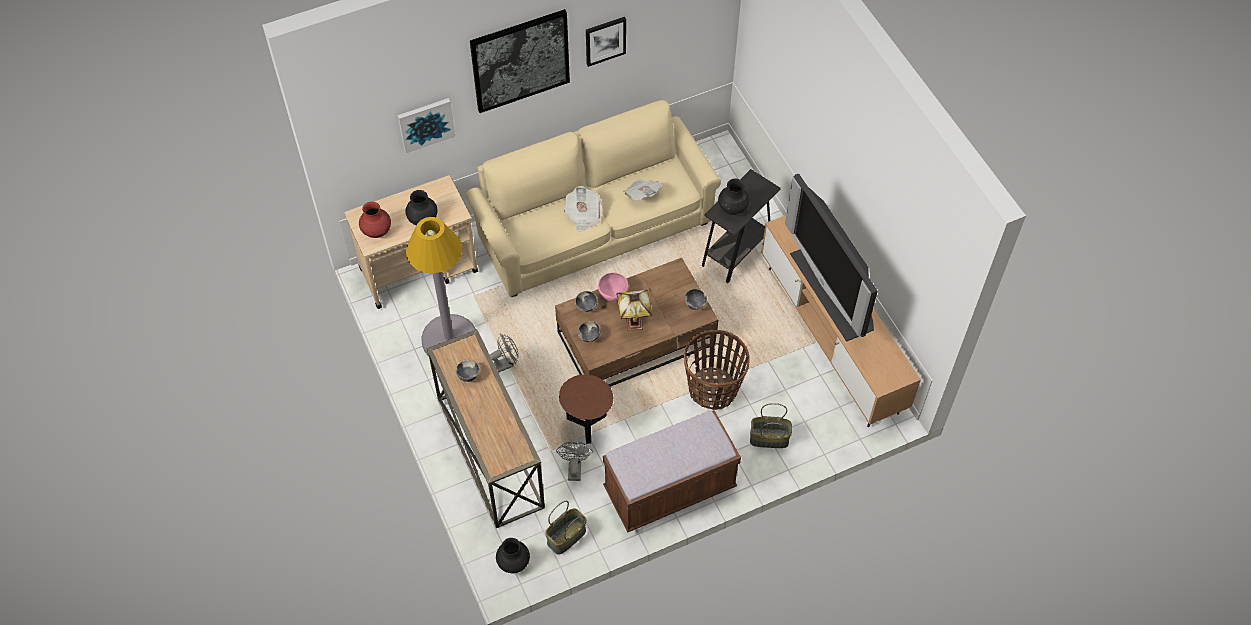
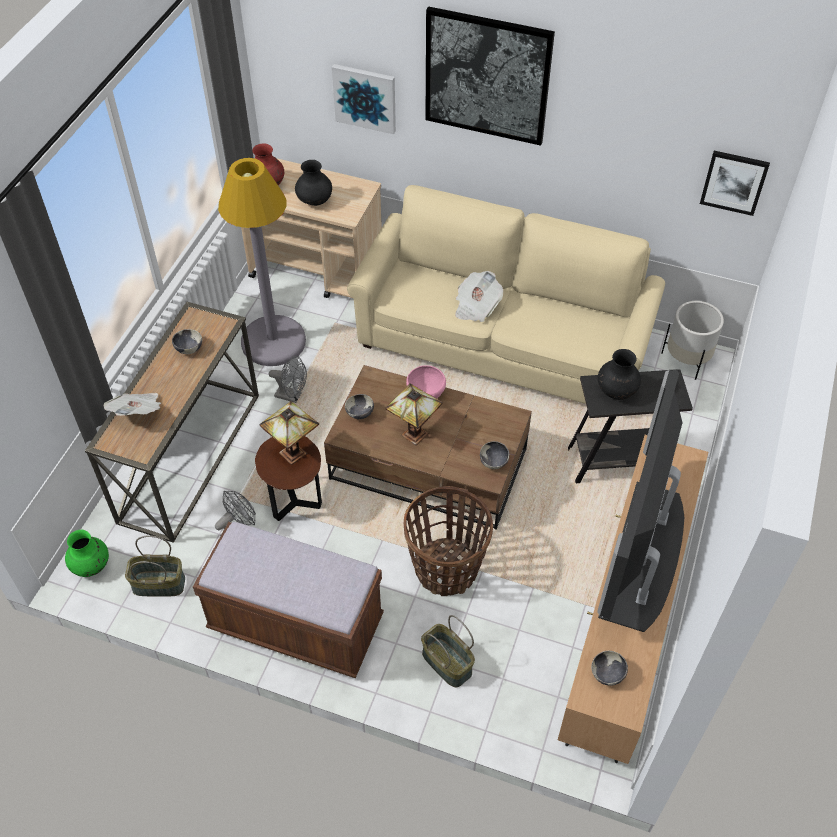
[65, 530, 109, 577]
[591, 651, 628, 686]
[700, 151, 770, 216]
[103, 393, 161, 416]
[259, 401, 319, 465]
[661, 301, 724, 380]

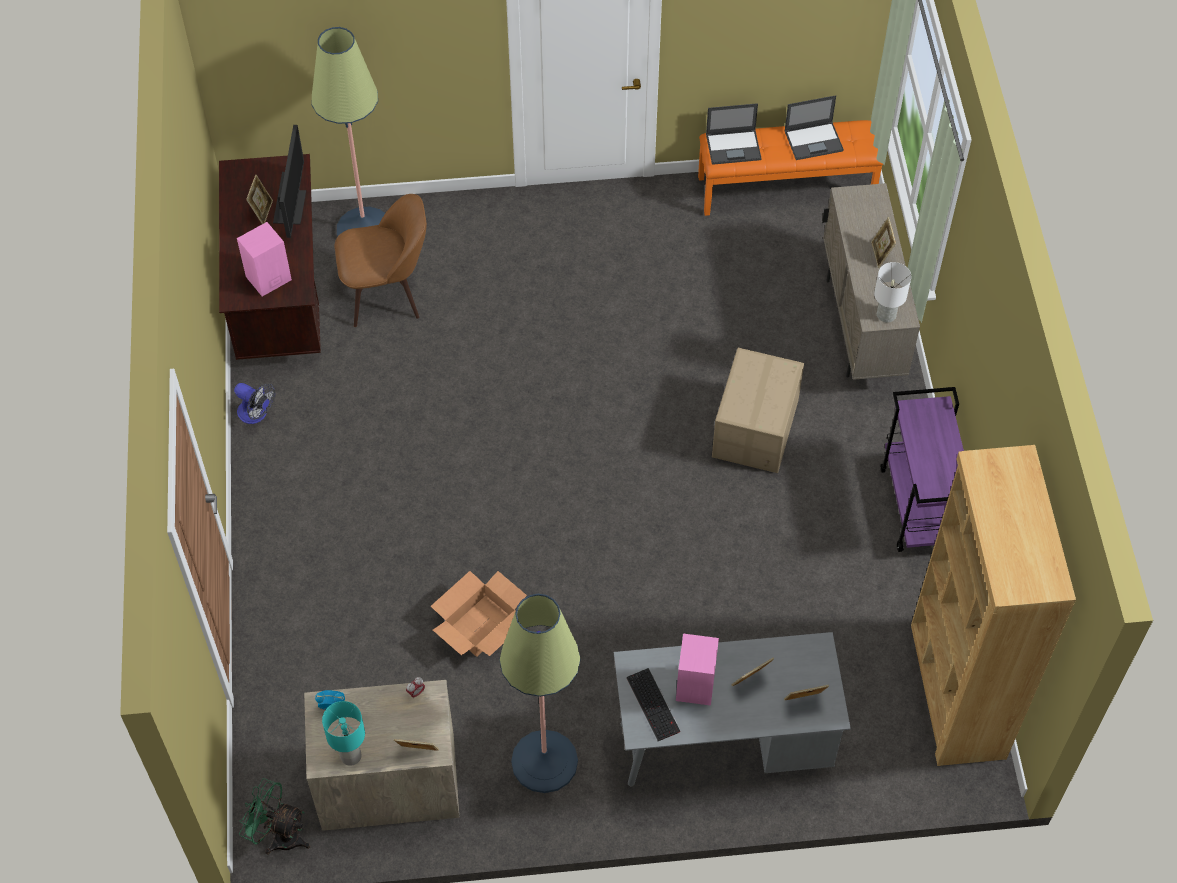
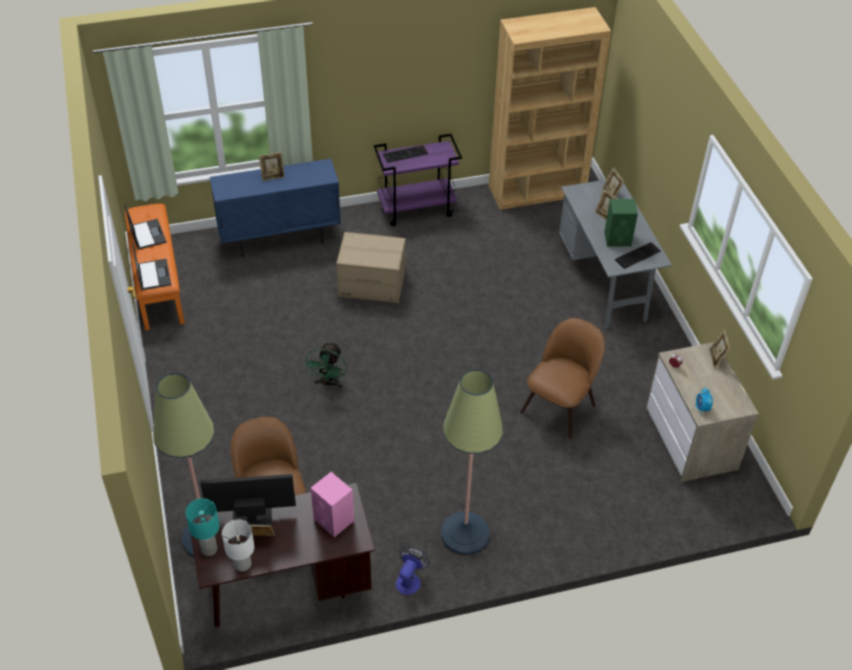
[304, 341, 347, 388]
[185, 498, 220, 556]
[520, 318, 605, 439]
[441, 369, 503, 555]
[604, 199, 638, 247]
[210, 159, 341, 258]
[222, 520, 254, 571]
[383, 145, 428, 163]

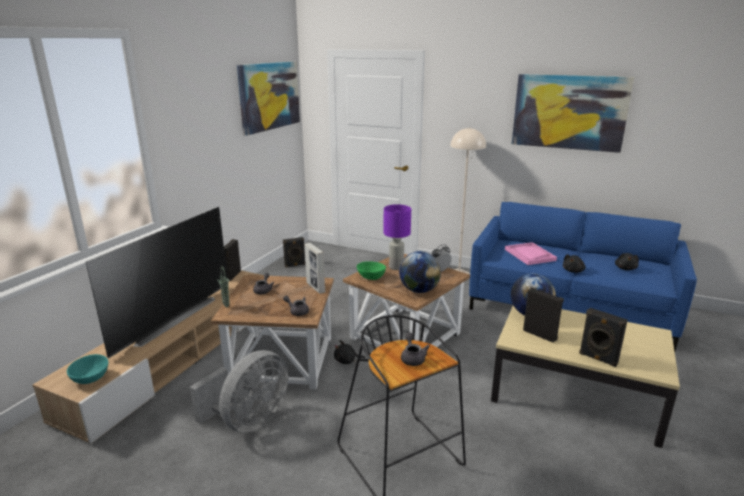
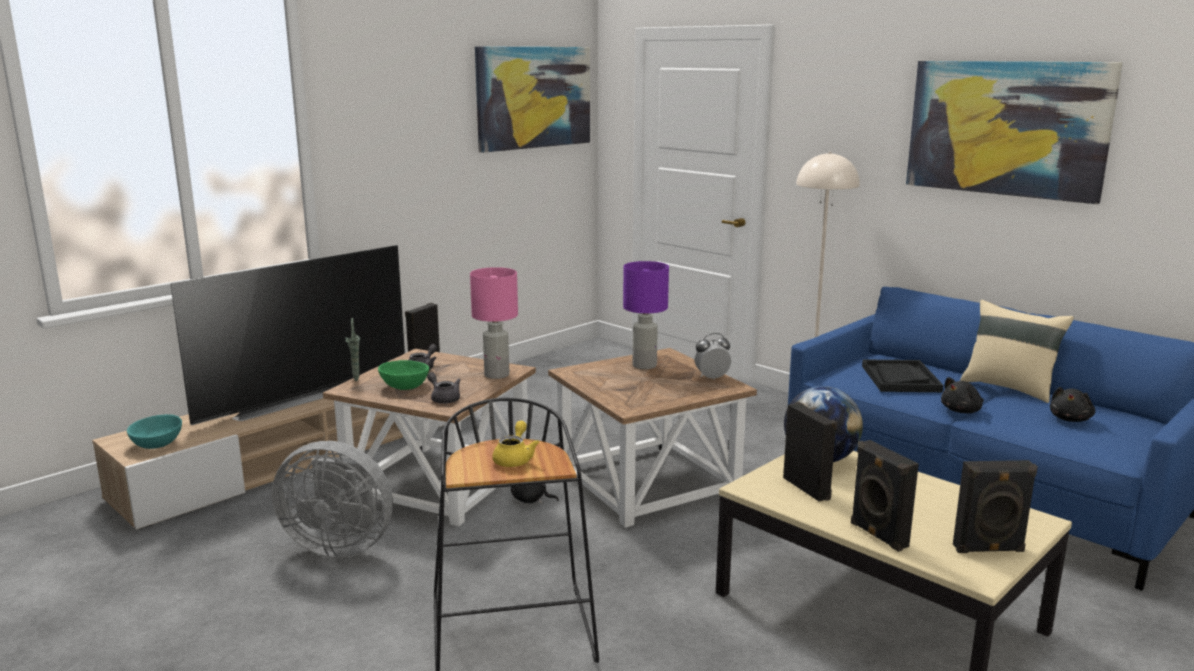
[272, 441, 393, 558]
[953, 460, 1038, 553]
[470, 267, 518, 379]
[378, 360, 429, 390]
[399, 251, 441, 293] (first image)
[492, 421, 539, 467]
[862, 359, 943, 392]
[960, 300, 1074, 403]

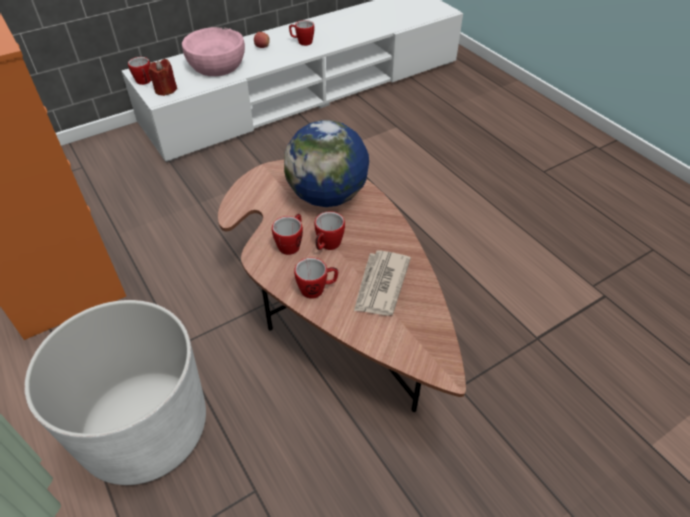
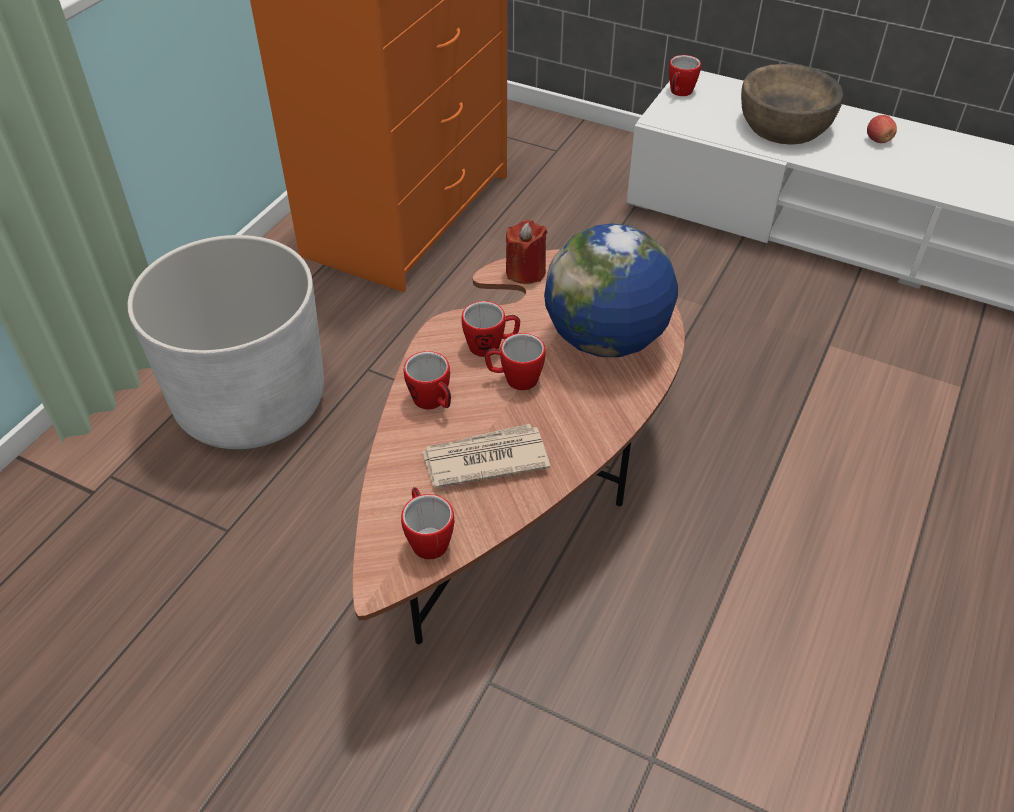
[506, 220, 547, 284]
[741, 64, 843, 145]
[401, 487, 454, 559]

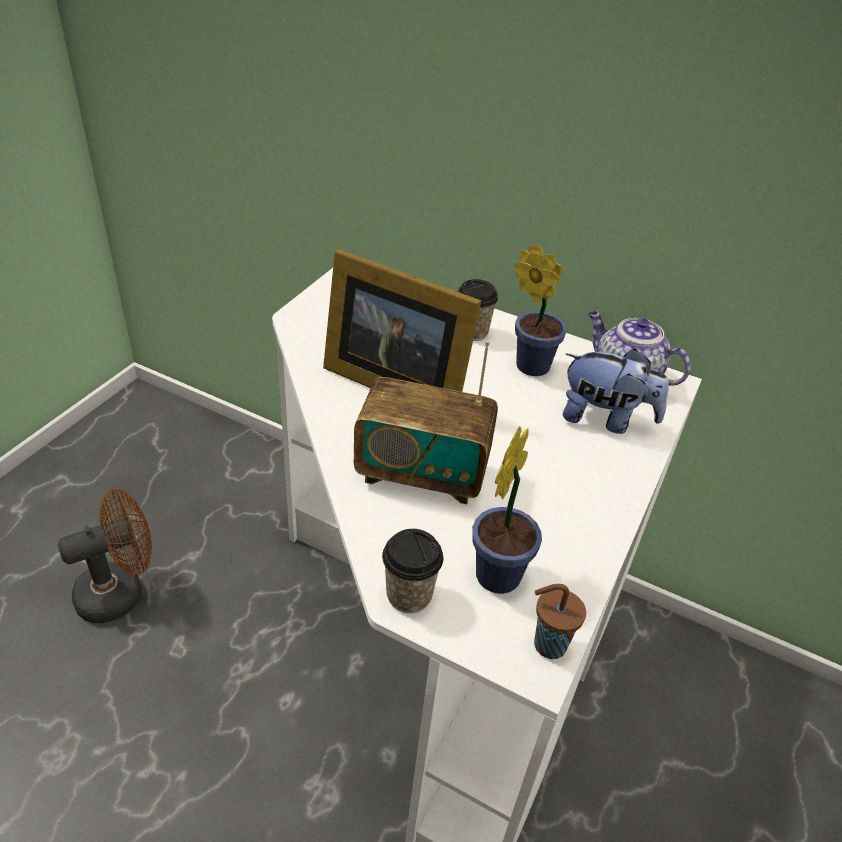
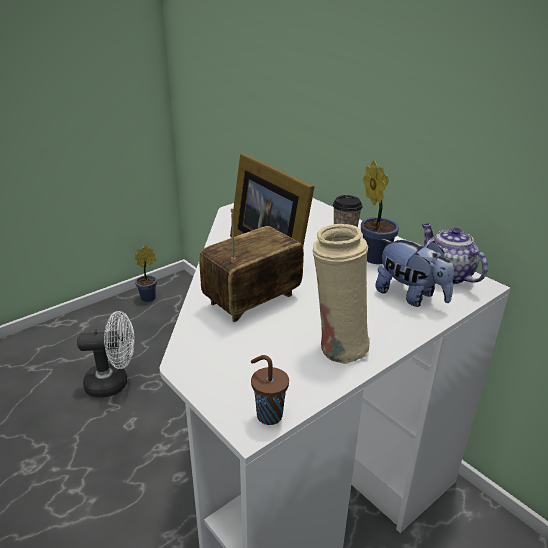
[77, 311, 135, 398]
[199, 208, 304, 322]
[382, 529, 443, 613] (first image)
[134, 245, 157, 302]
[312, 224, 370, 364]

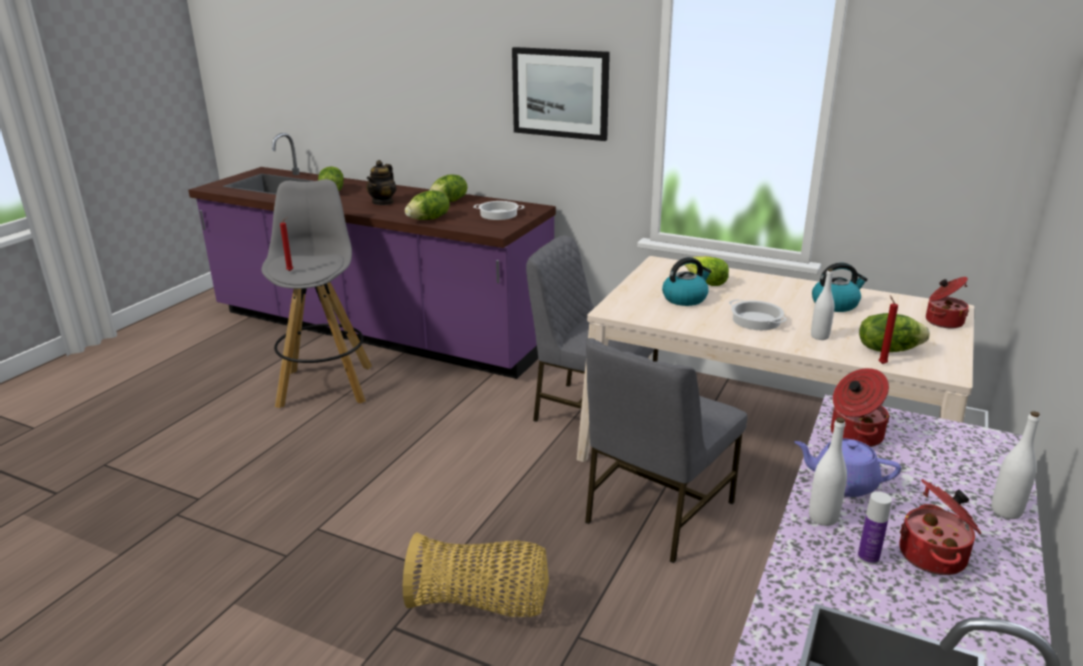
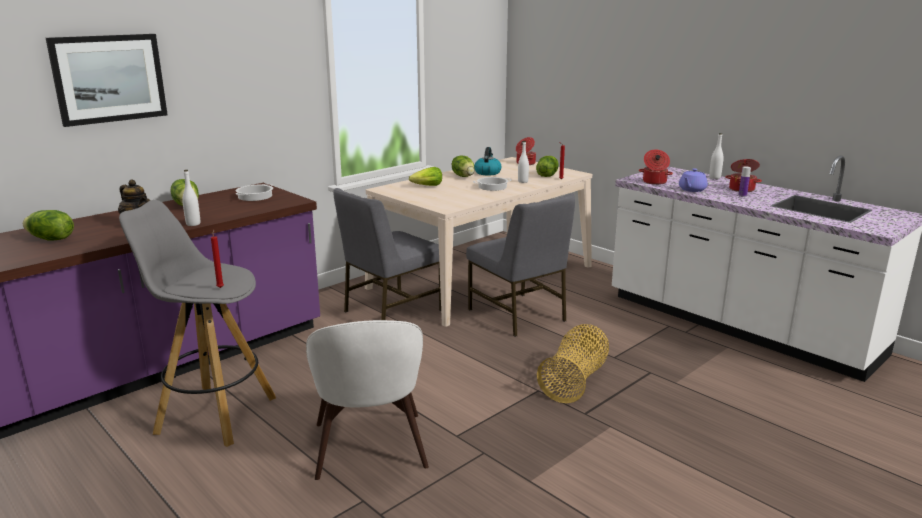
[452, 155, 475, 177]
[46, 34, 168, 127]
[662, 257, 712, 306] (first image)
[182, 170, 200, 226]
[306, 320, 429, 480]

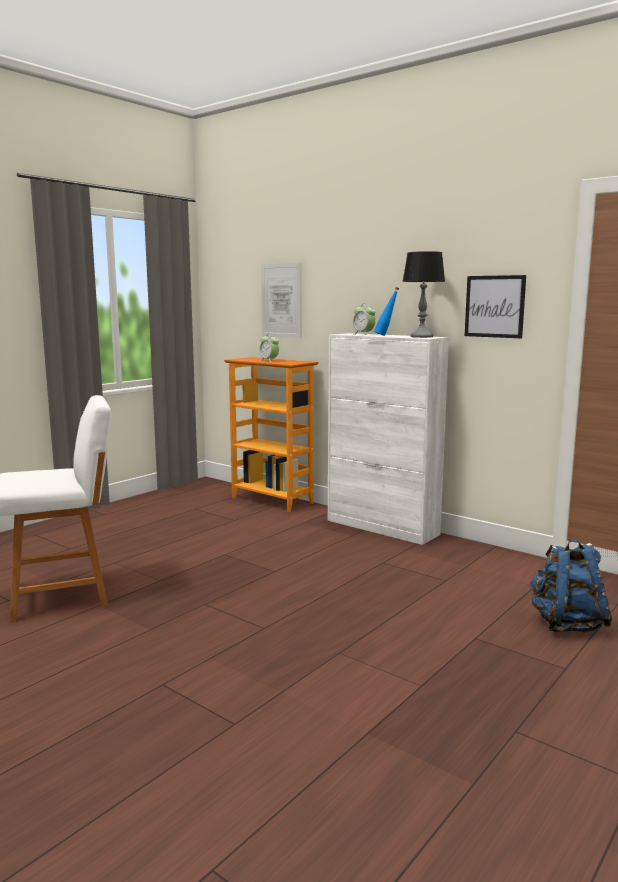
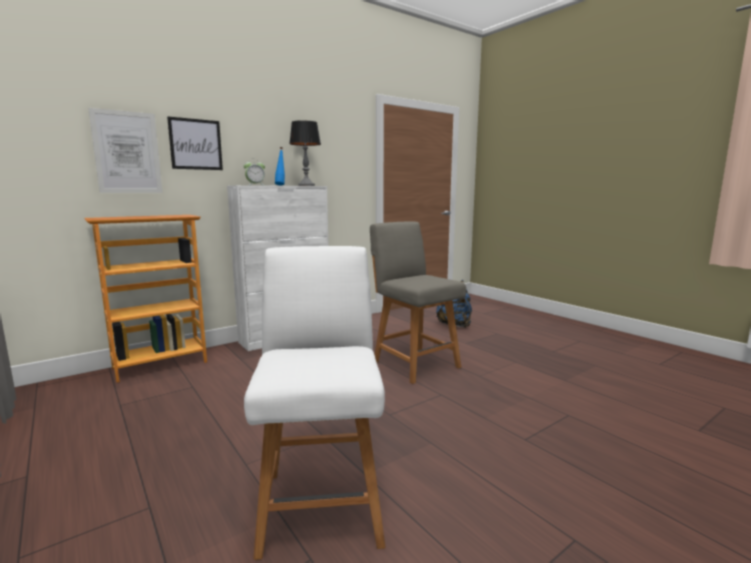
[260, 333, 279, 362] (first image)
[167, 117, 223, 170]
[370, 221, 466, 384]

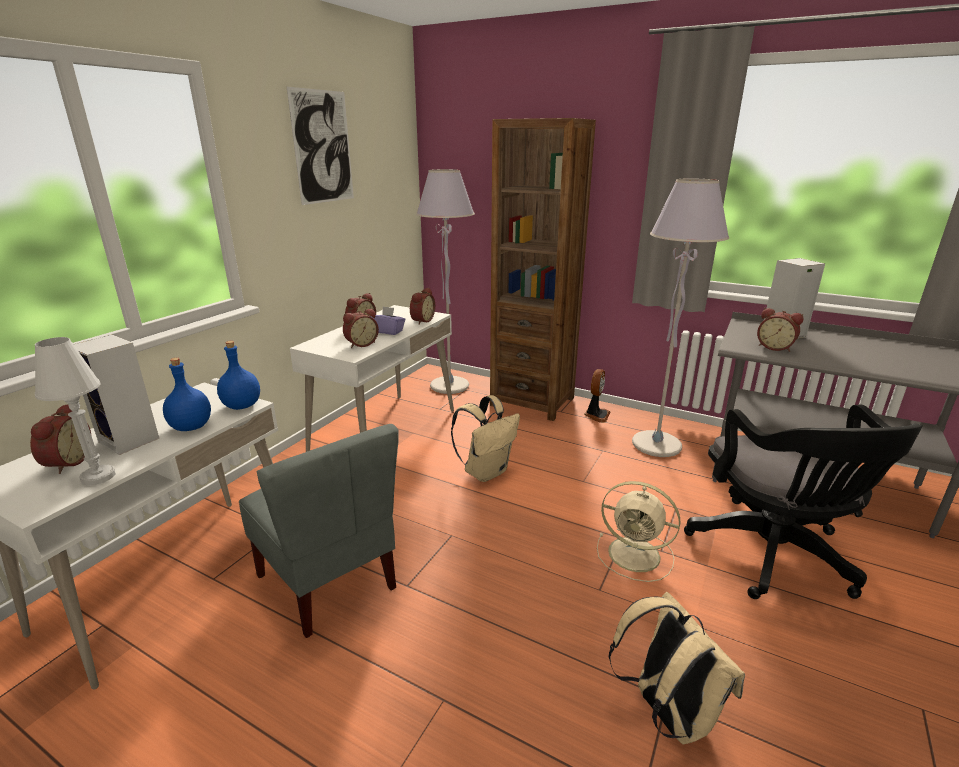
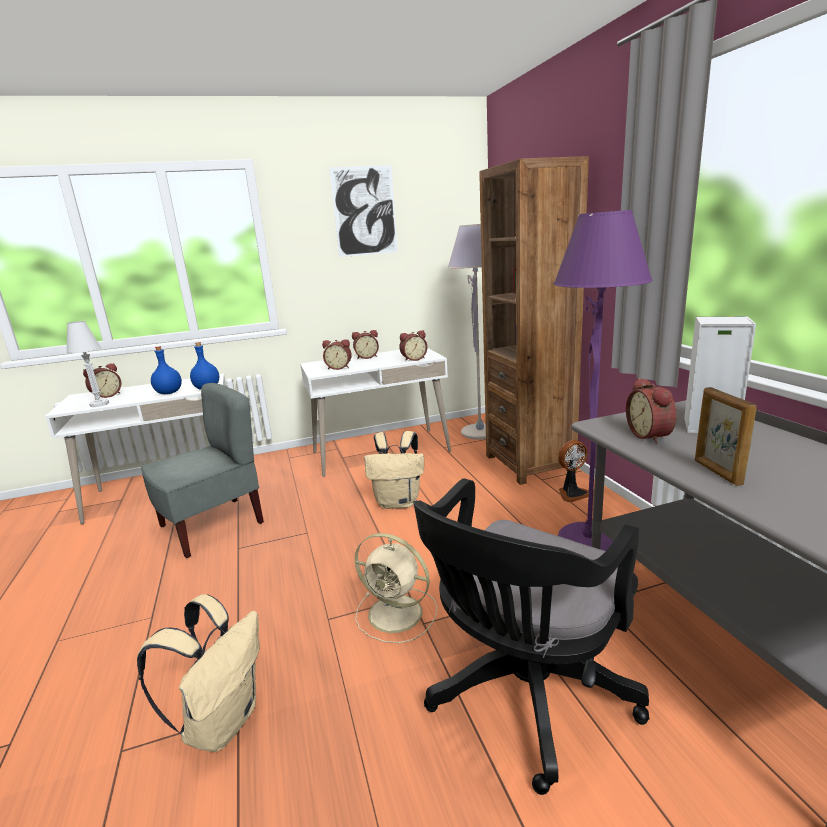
[73, 334, 159, 455] (first image)
[141, 383, 264, 558]
[370, 306, 405, 335] (first image)
[355, 533, 437, 643]
[553, 210, 653, 551]
[695, 387, 757, 486]

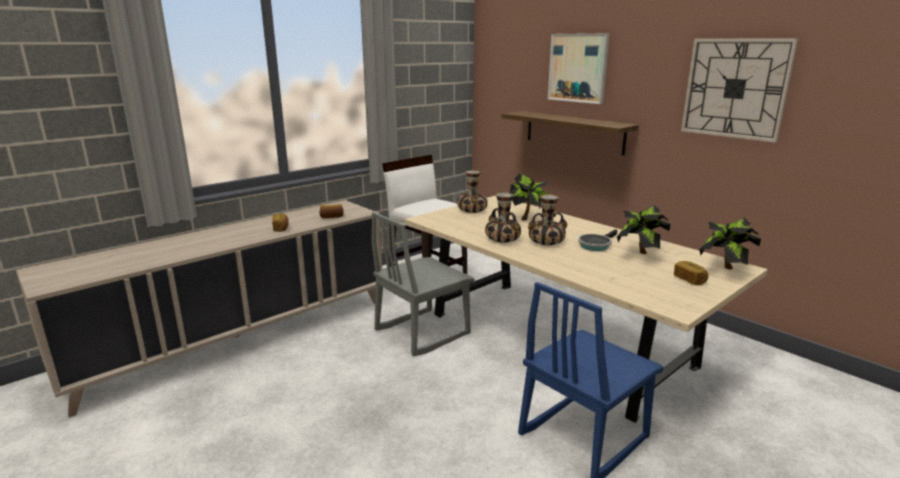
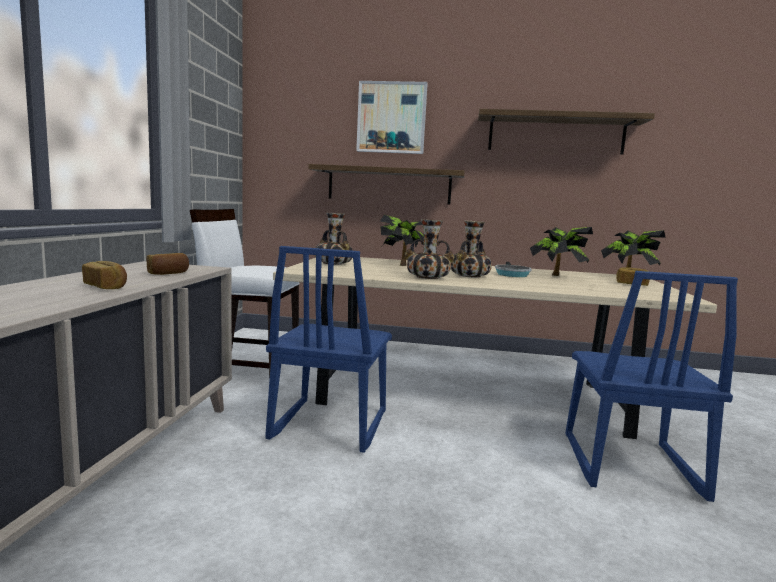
[265, 246, 392, 453]
[478, 109, 655, 155]

